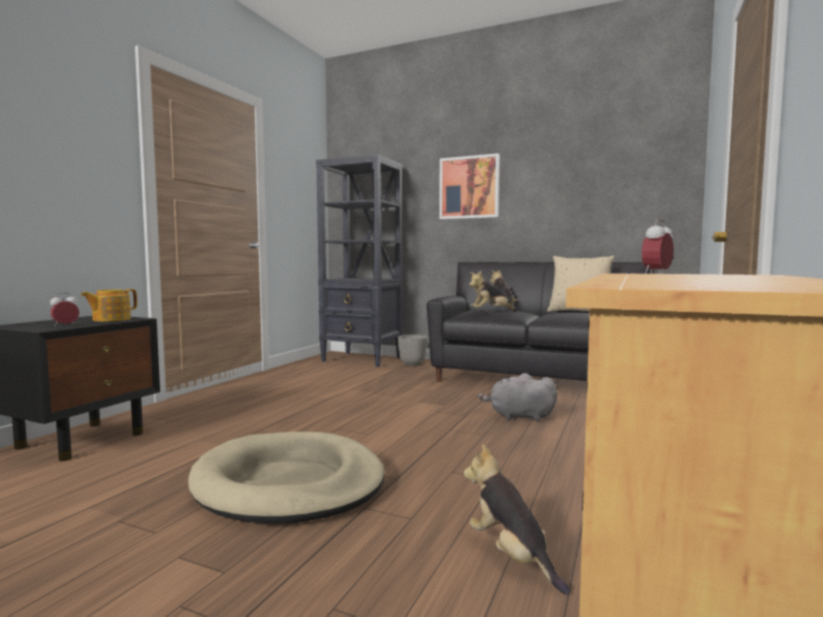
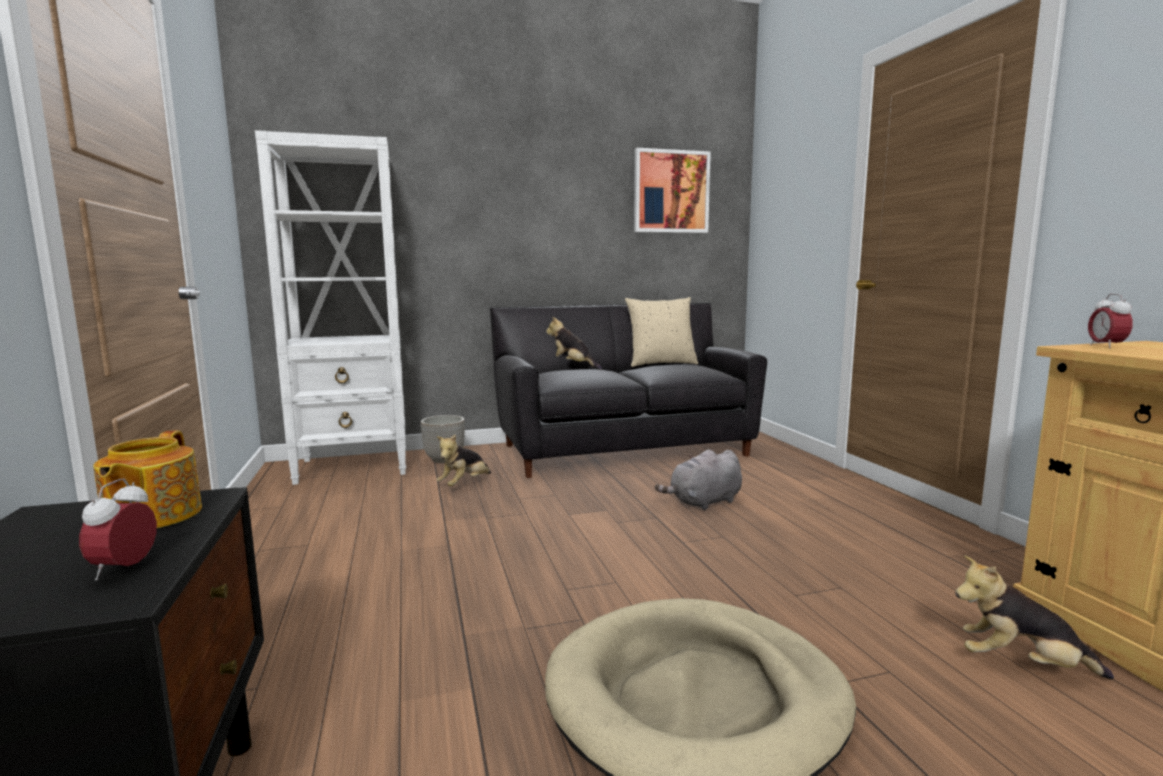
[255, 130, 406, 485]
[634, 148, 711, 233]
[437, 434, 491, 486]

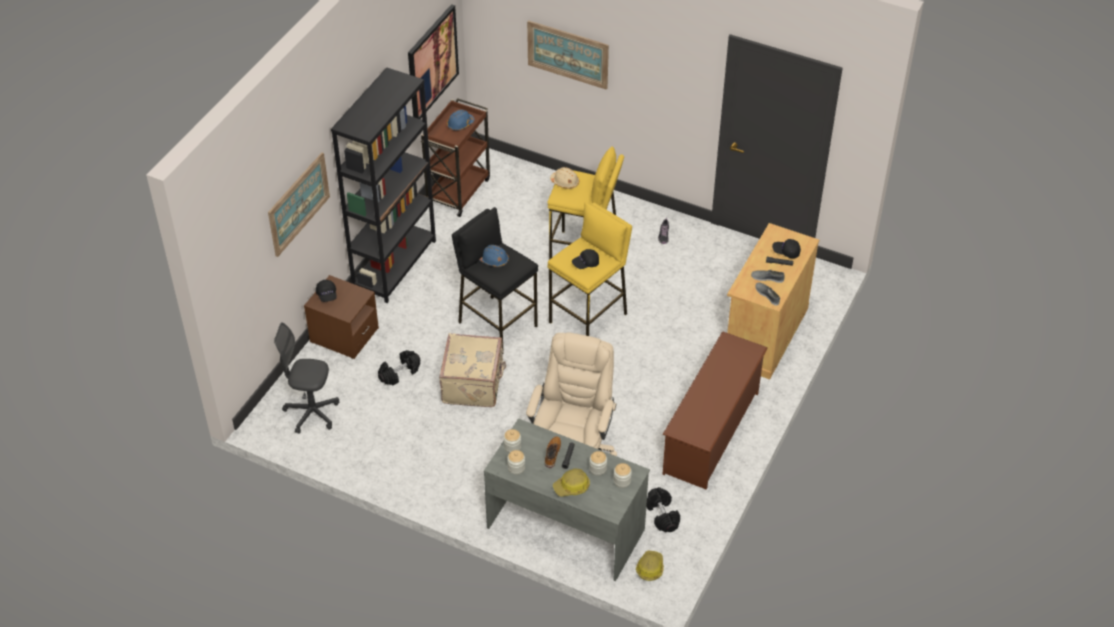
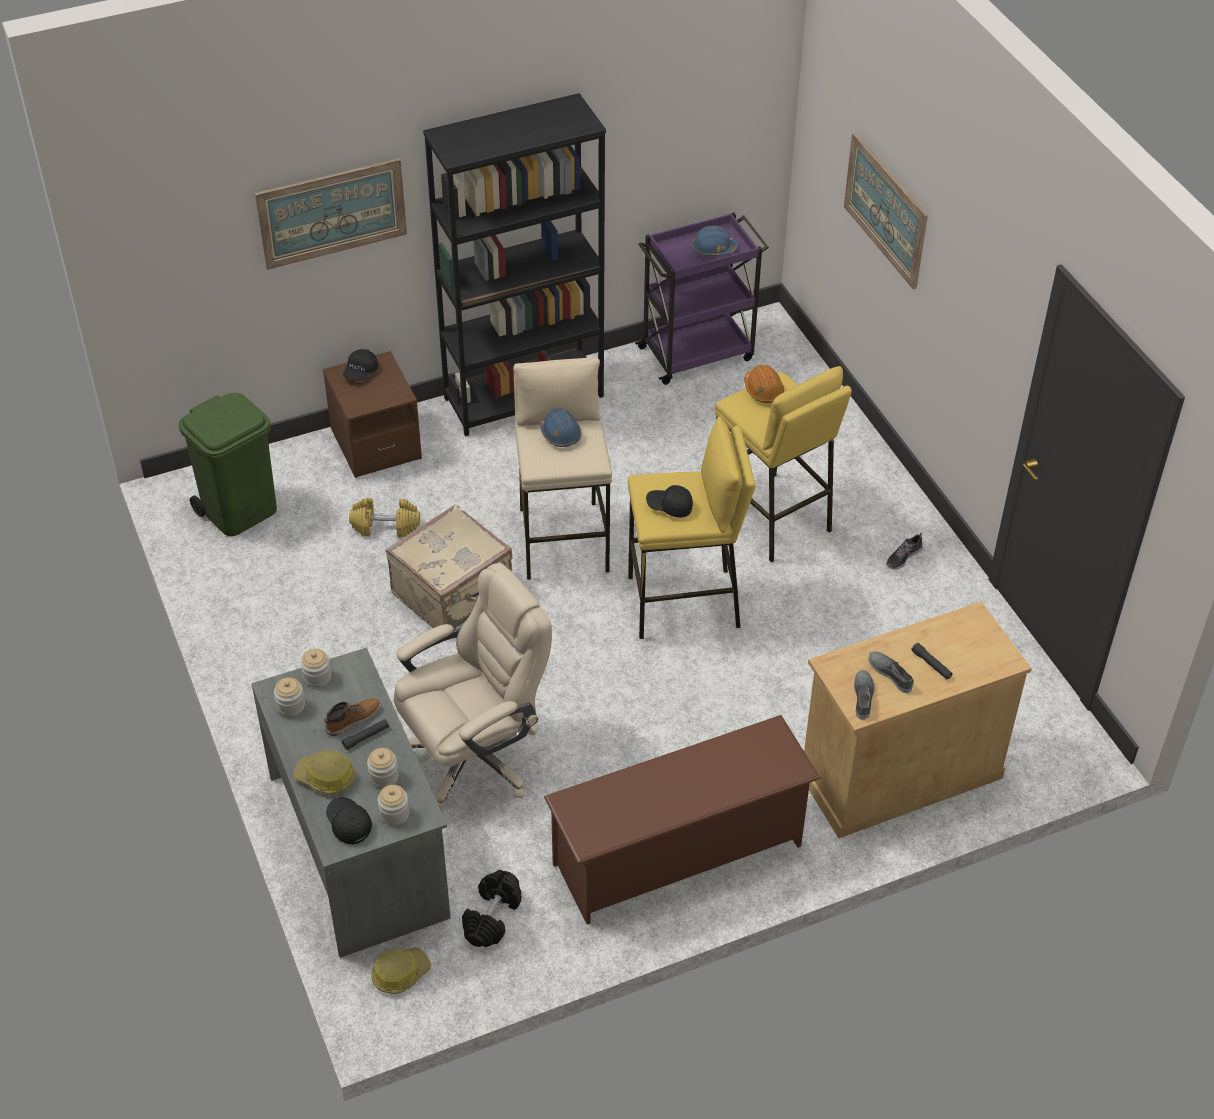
[179, 393, 277, 536]
[349, 498, 420, 537]
[408, 4, 459, 119] (first image)
[635, 212, 769, 385]
[513, 357, 612, 580]
[744, 365, 784, 403]
[326, 797, 372, 845]

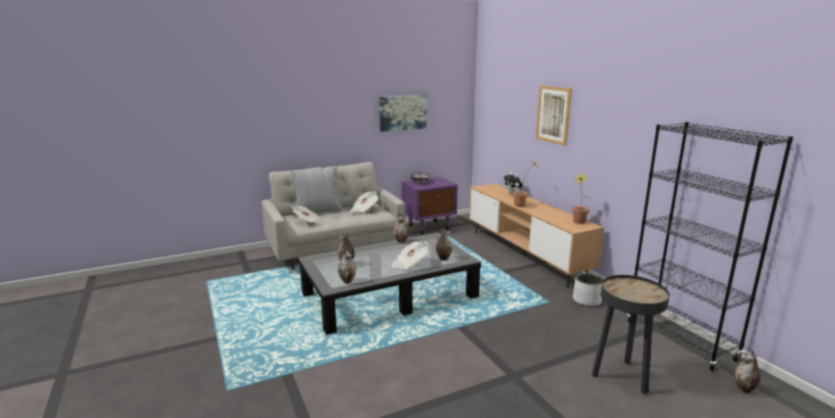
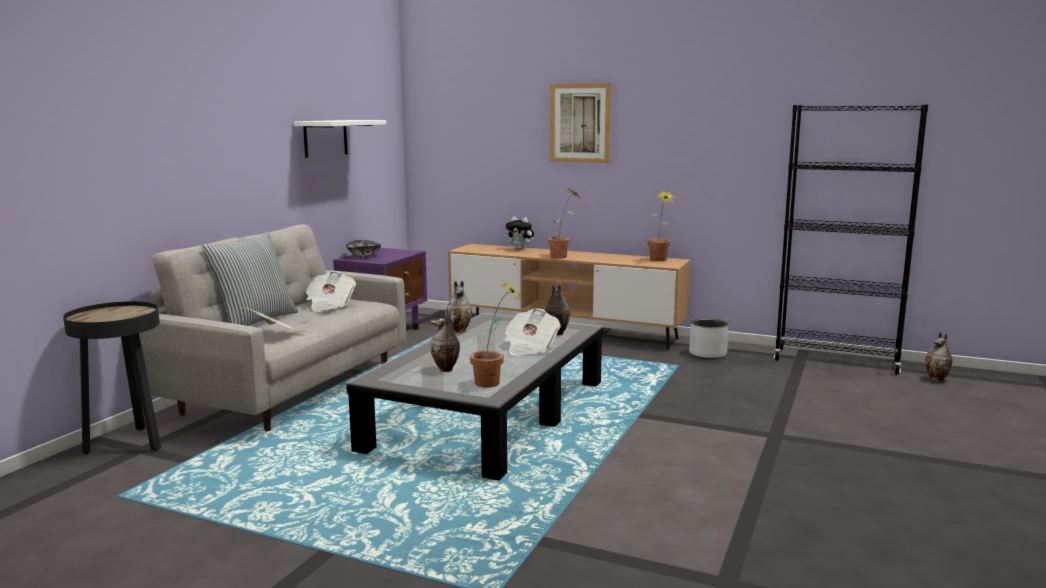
[470, 281, 523, 388]
[294, 120, 386, 158]
[63, 301, 161, 454]

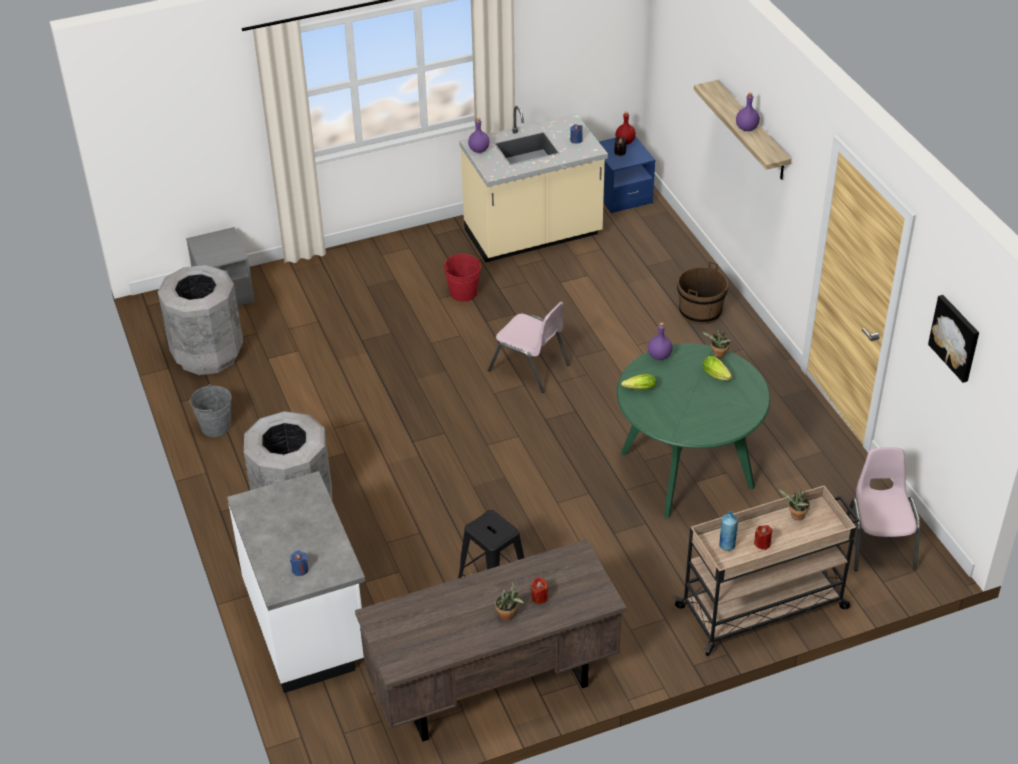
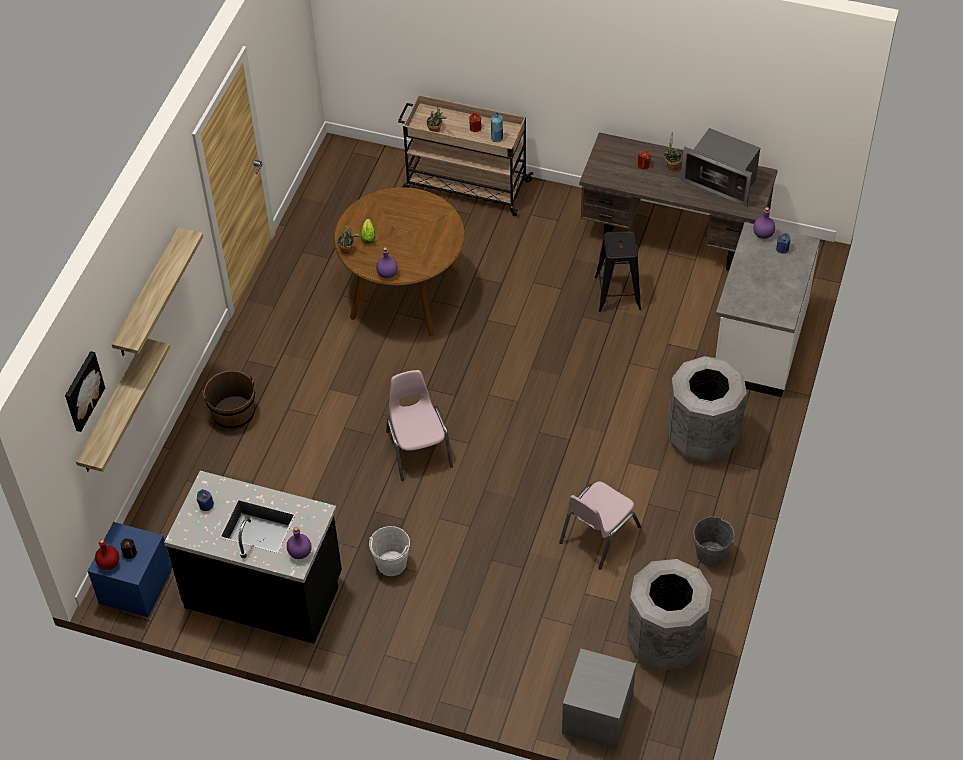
[369, 526, 410, 576]
[164, 471, 342, 644]
[334, 187, 465, 336]
[621, 374, 656, 390] (first image)
[753, 207, 775, 239]
[559, 482, 641, 570]
[65, 351, 105, 432]
[76, 339, 170, 472]
[681, 128, 760, 207]

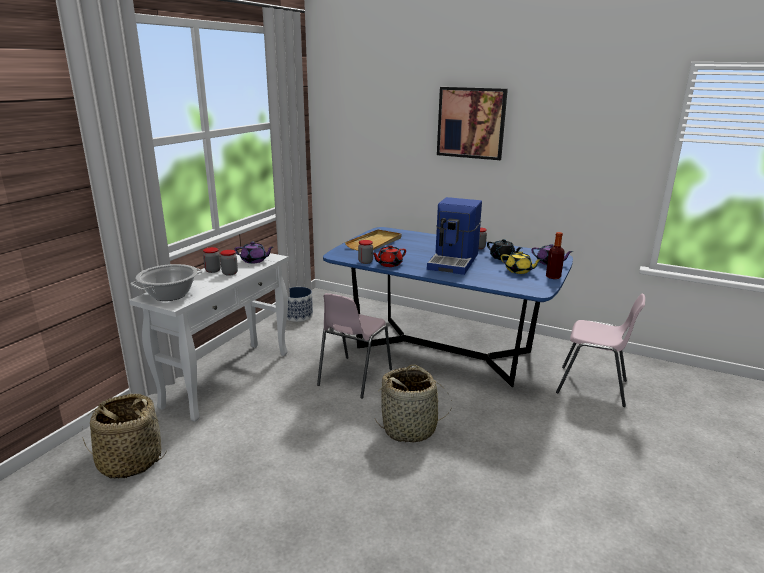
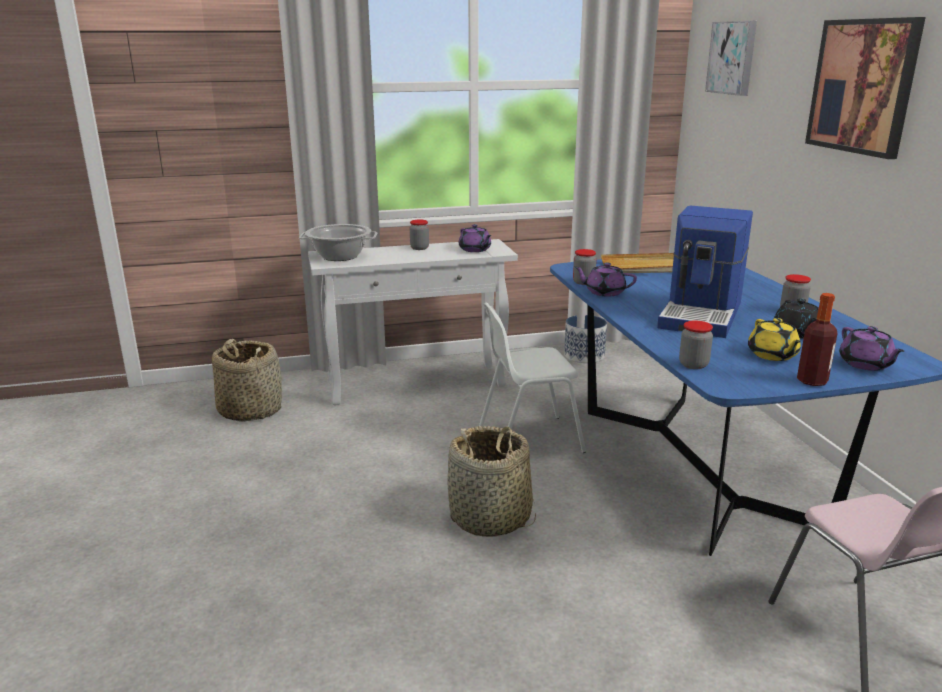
[679, 320, 713, 369]
[479, 303, 586, 453]
[574, 263, 637, 297]
[657, 206, 753, 338]
[705, 21, 757, 96]

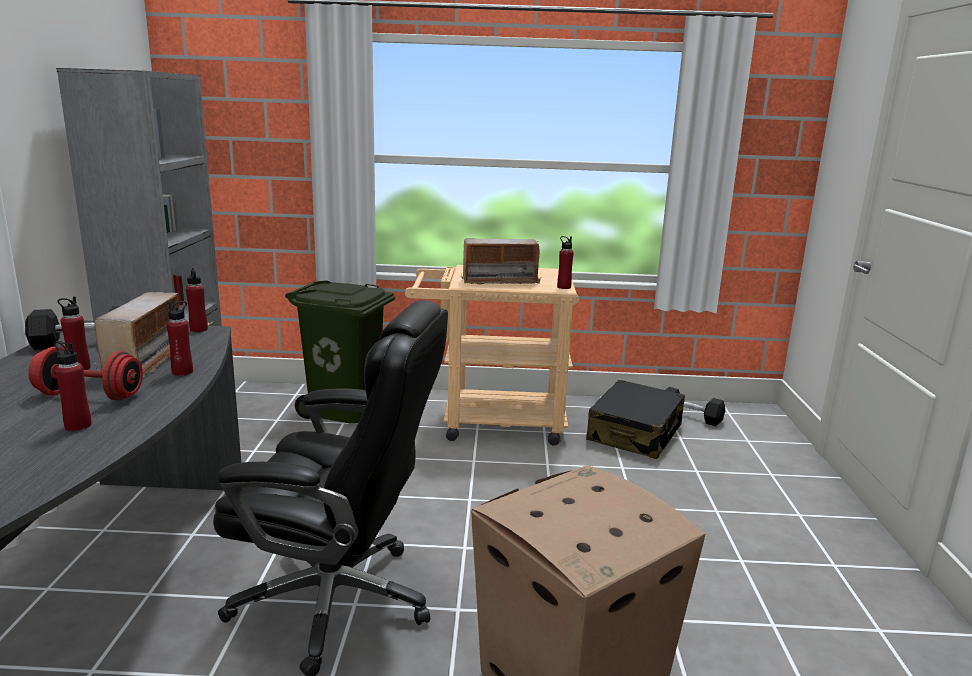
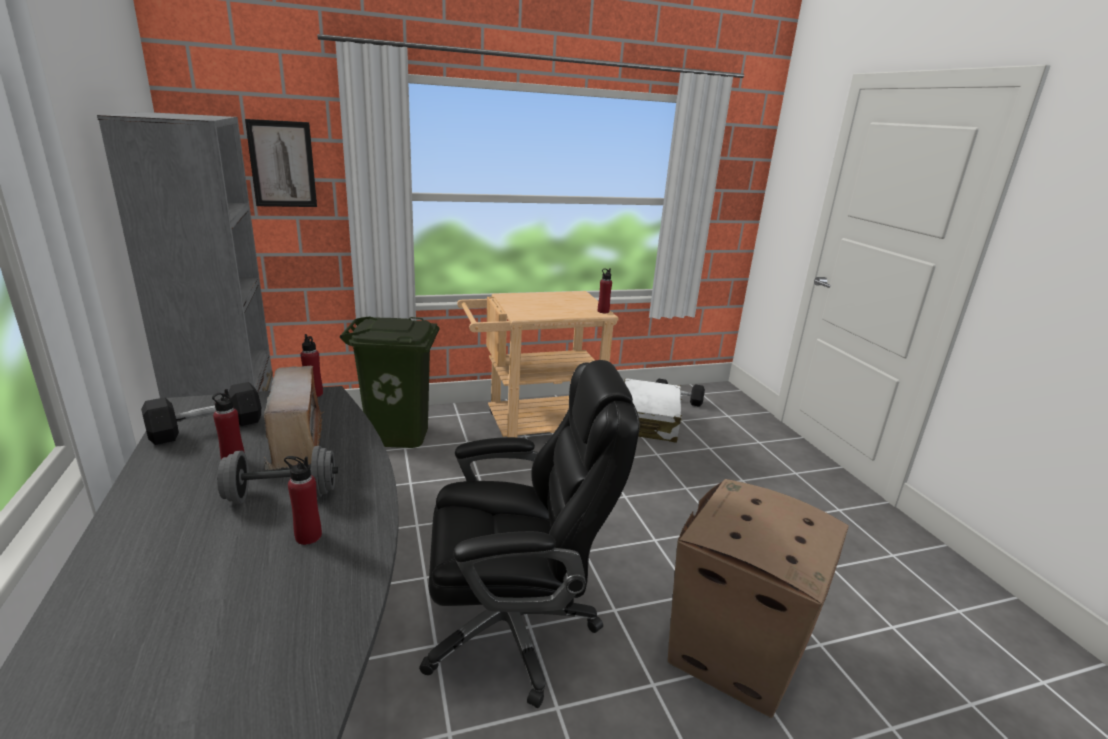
[217, 446, 338, 504]
[167, 301, 193, 376] (first image)
[462, 238, 542, 285] (first image)
[624, 378, 682, 443]
[245, 119, 317, 207]

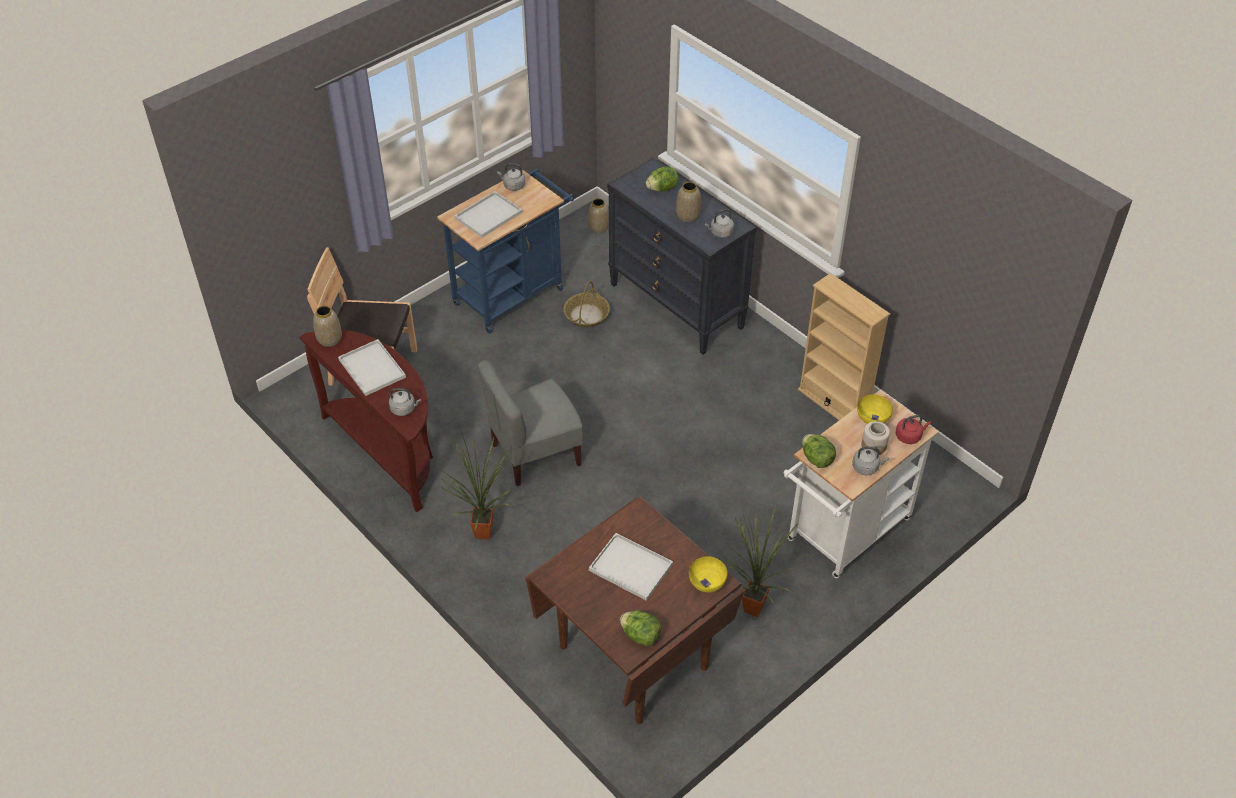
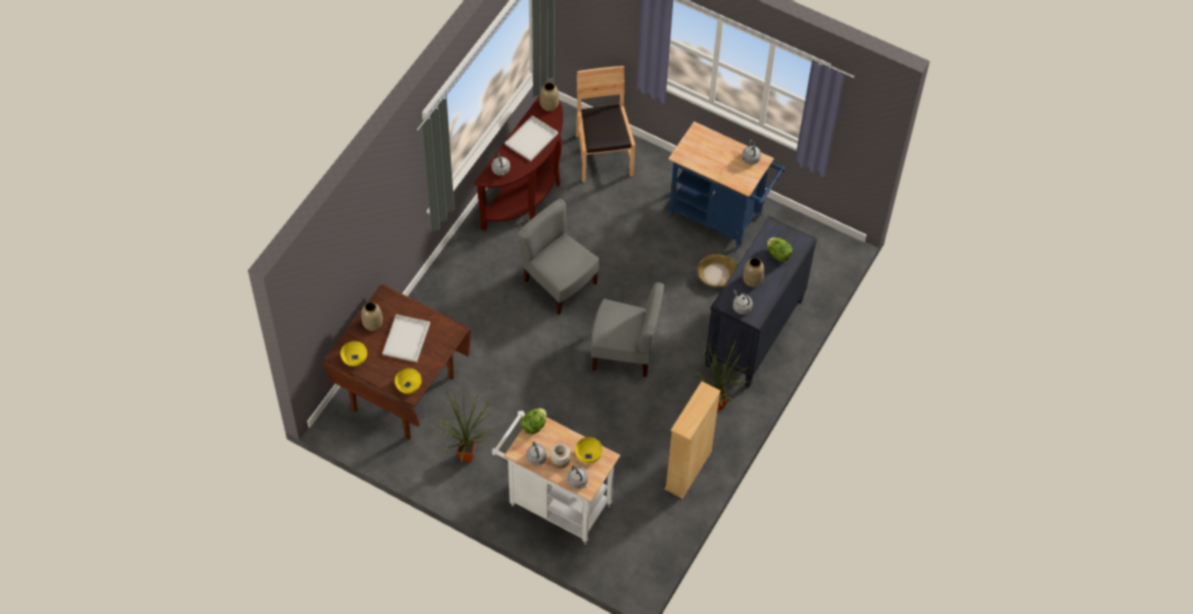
[694, 333, 750, 411]
[455, 191, 522, 238] (first image)
[361, 302, 383, 331]
[340, 341, 367, 366]
[567, 466, 588, 489]
[591, 283, 664, 377]

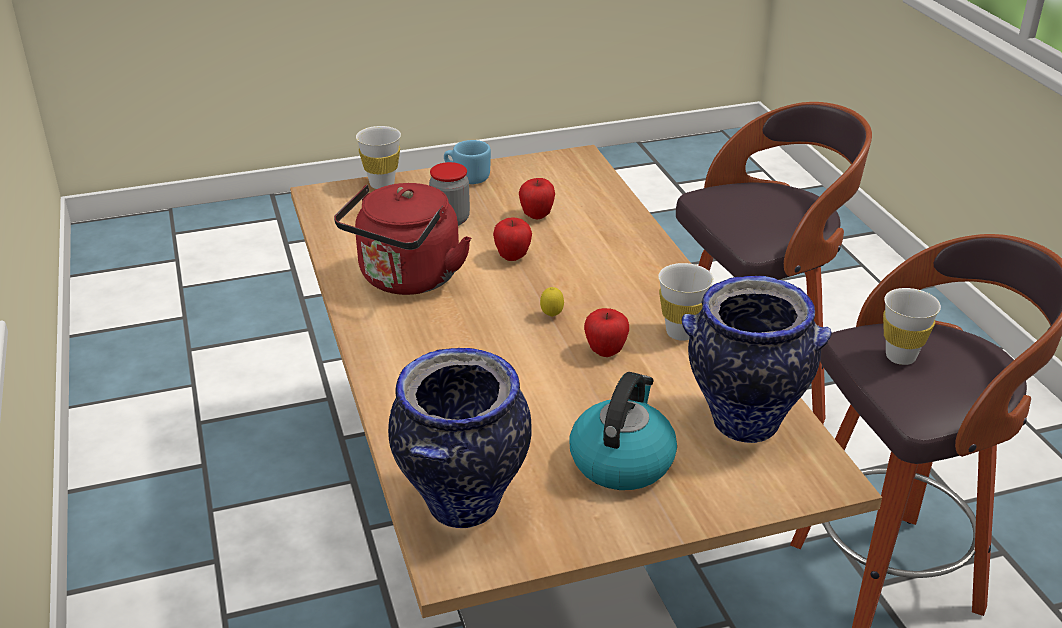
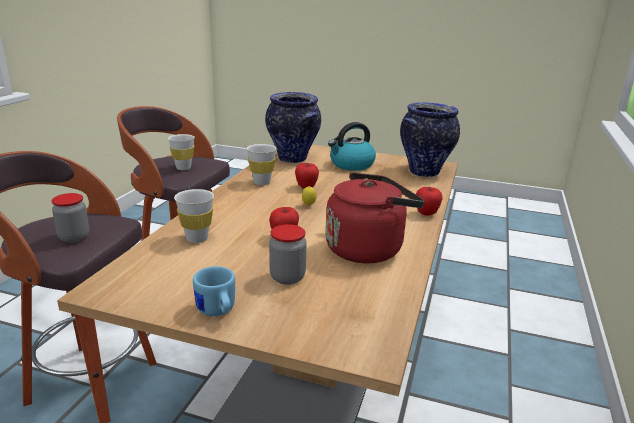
[174, 189, 214, 243]
[416, 187, 442, 216]
[52, 193, 89, 243]

